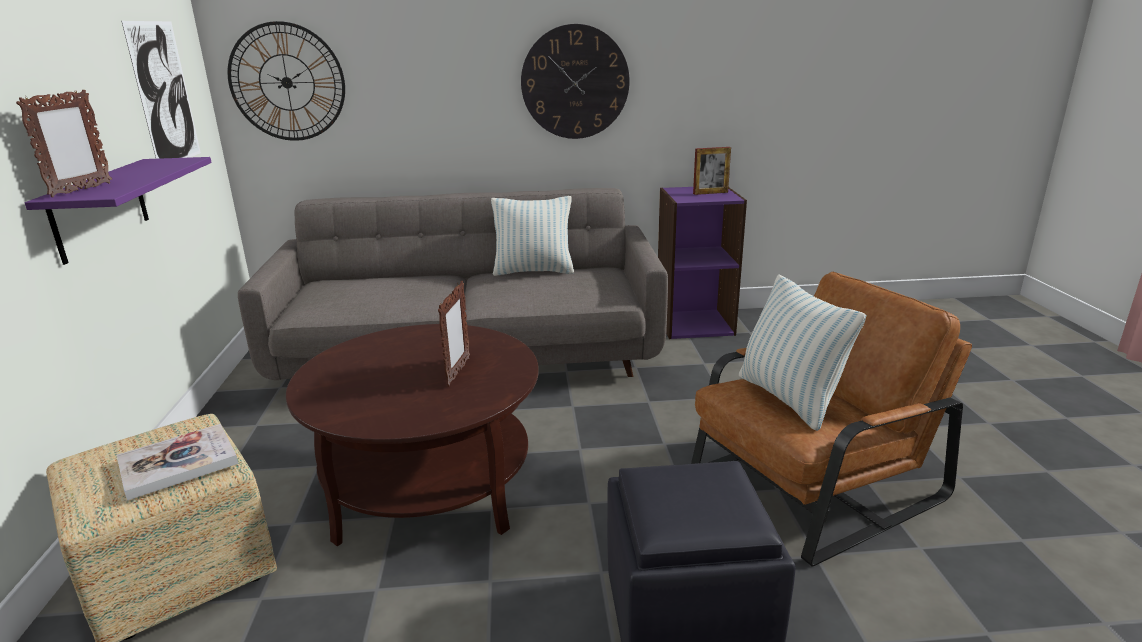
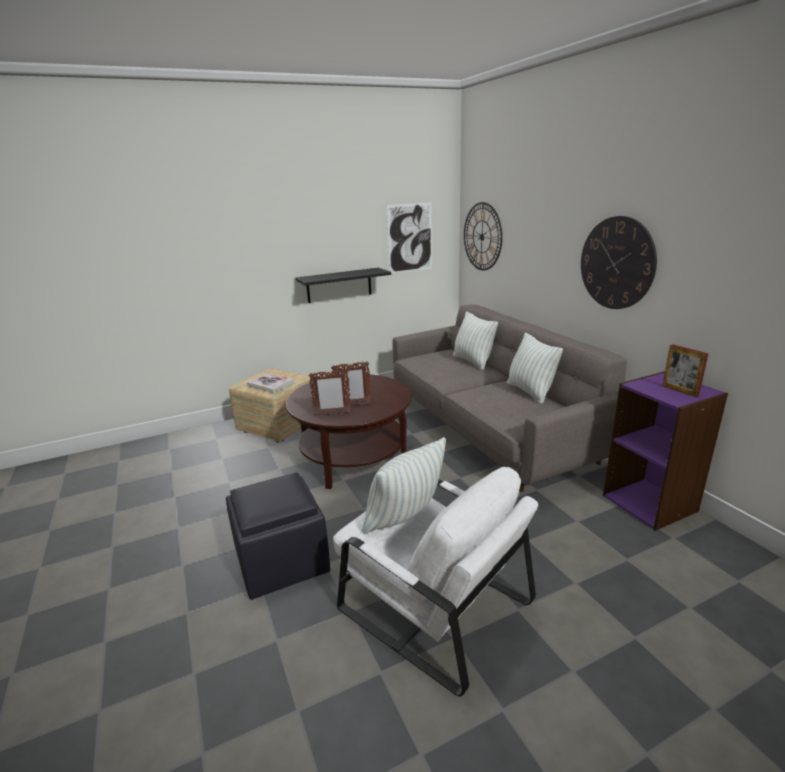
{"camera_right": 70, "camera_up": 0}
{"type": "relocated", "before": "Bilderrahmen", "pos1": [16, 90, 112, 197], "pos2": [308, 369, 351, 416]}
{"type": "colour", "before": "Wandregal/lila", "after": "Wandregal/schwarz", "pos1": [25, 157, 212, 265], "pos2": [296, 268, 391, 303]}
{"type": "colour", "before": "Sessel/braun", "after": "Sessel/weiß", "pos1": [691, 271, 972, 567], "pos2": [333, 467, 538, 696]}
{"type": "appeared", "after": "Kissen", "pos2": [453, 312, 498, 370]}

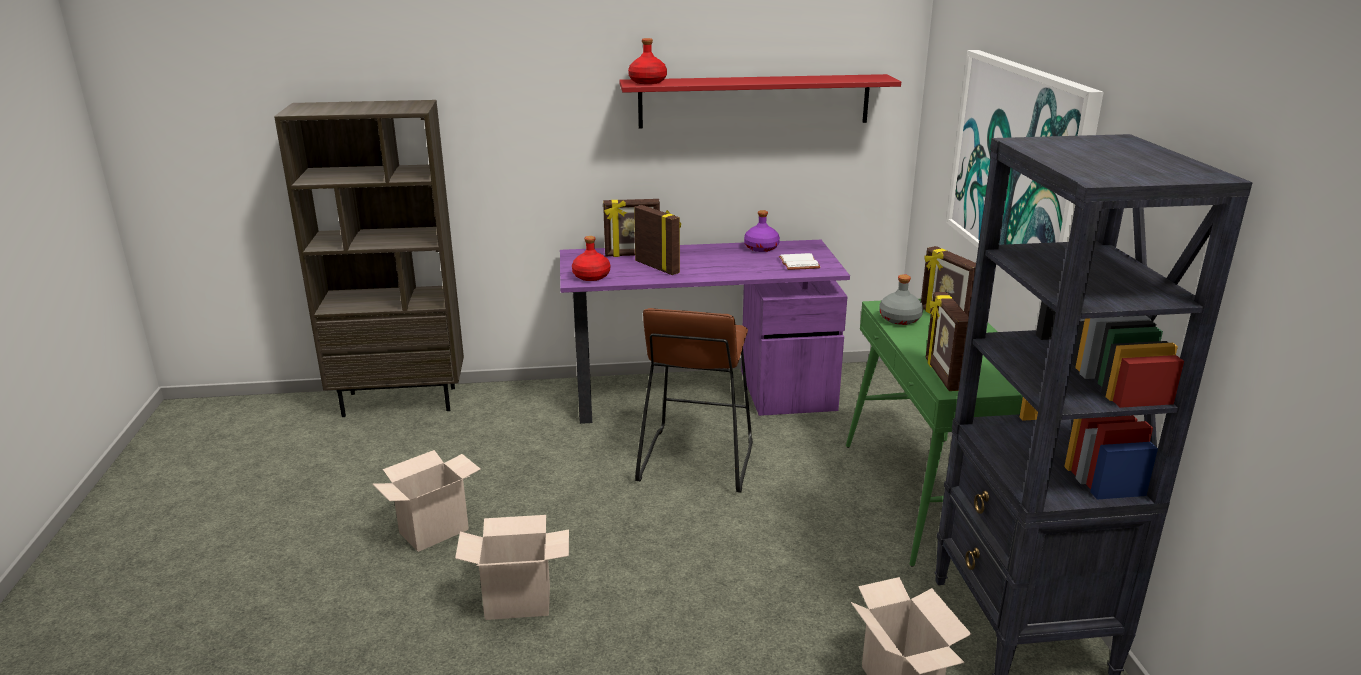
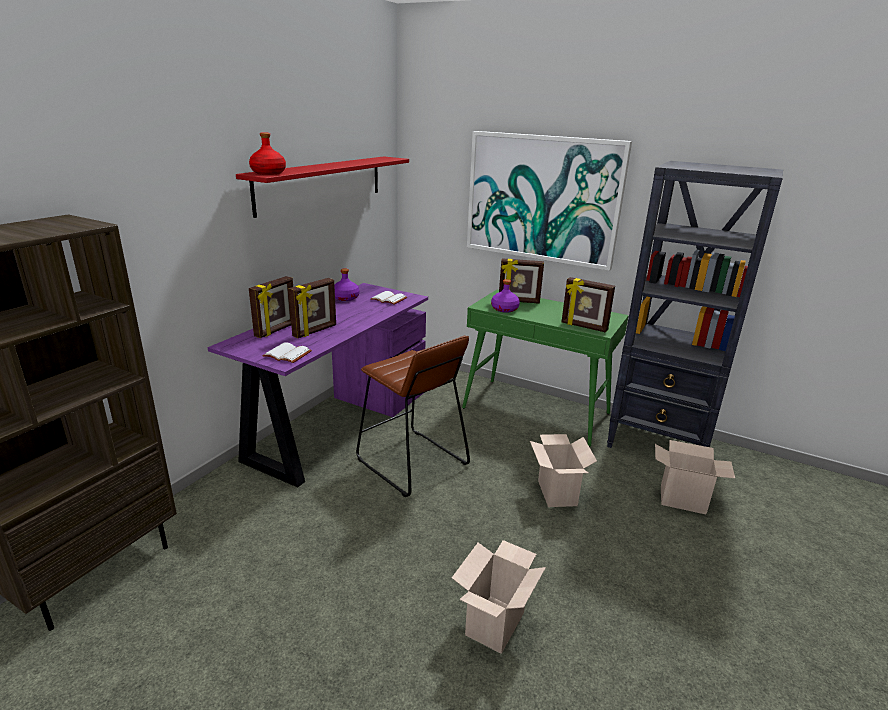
{"camera_right": -55, "camera_up": 0}
{"type": "relocated", "before": "Karton", "pos1": [373, 450, 480, 552], "pos2": [530, 434, 597, 507]}
{"type": "exchanged", "before": "Flasche/rot", "after": "Buch/weiß", "pos1": [572, 236, 610, 281], "pos2": [262, 343, 312, 363]}
{"type": "spun", "before": "Bilderrahmen", "pos1": [634, 205, 681, 275], "pos2": [288, 278, 336, 338], "turn": 135}
{"type": "colour", "before": "Flasche/grau", "after": "Flasche/lila", "pos1": [879, 274, 923, 325], "pos2": [491, 279, 520, 313]}

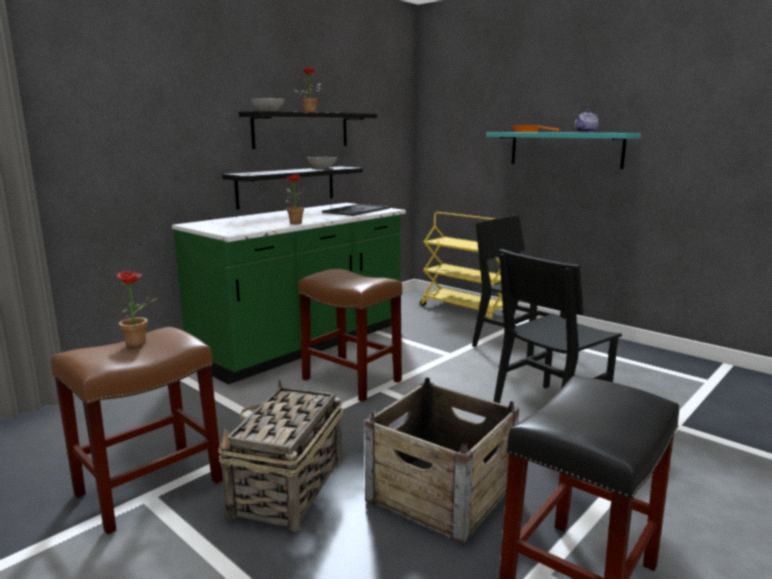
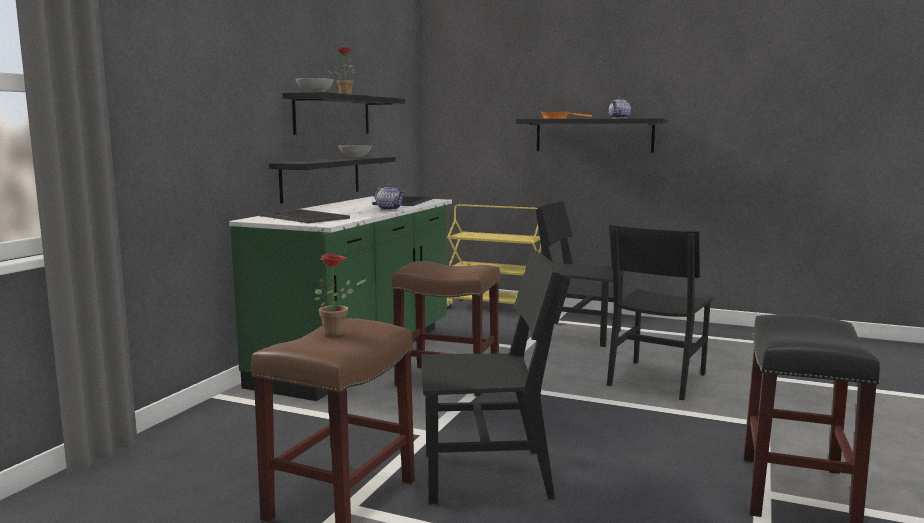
{"camera_right": -20, "camera_up": -5}
{"type": "exchanged", "before": "Korb", "after": "Stuhl/schwarz", "pos1": [218, 379, 344, 532], "pos2": [421, 250, 564, 504]}
{"type": "missing", "before": "Topfpflanze", "pos1": [285, 174, 305, 224]}
{"type": "missing", "before": "Kiste", "pos1": [364, 377, 519, 545]}
{"type": "colour", "before": "Wandregal/türkis", "after": "Wandregal/schwarz", "pos1": [486, 132, 641, 169], "pos2": [516, 118, 668, 153]}
{"type": "appeared", "after": "Tablett", "pos2": [260, 209, 350, 223]}
{"type": "appeared", "after": "Teekanne", "pos2": [374, 184, 404, 210]}

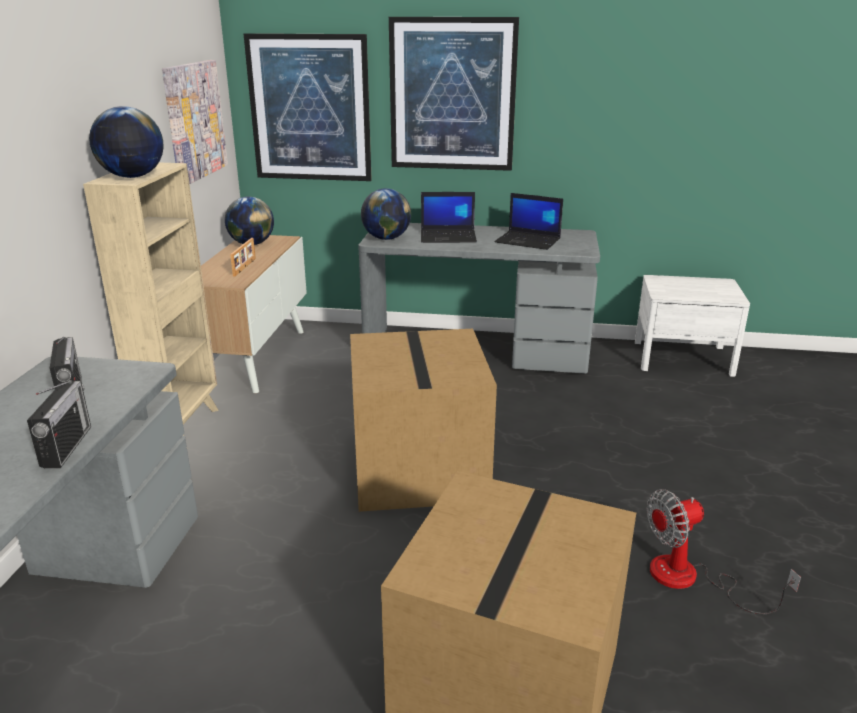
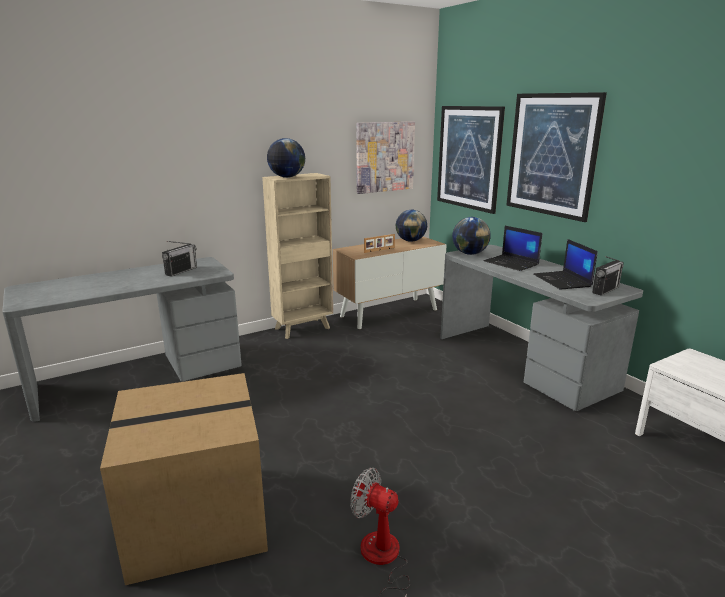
{"camera_right": 50, "camera_up": -5}
{"type": "relocated", "before": "Radio", "pos1": [27, 380, 91, 468], "pos2": [592, 256, 624, 296]}
{"type": "missing", "before": "Karton", "pos1": [350, 329, 497, 512]}

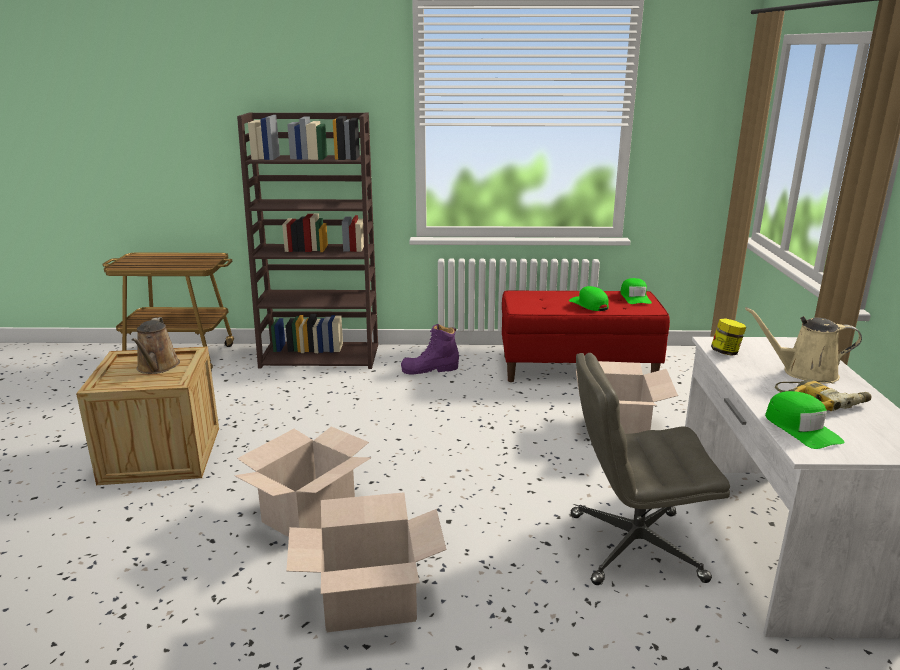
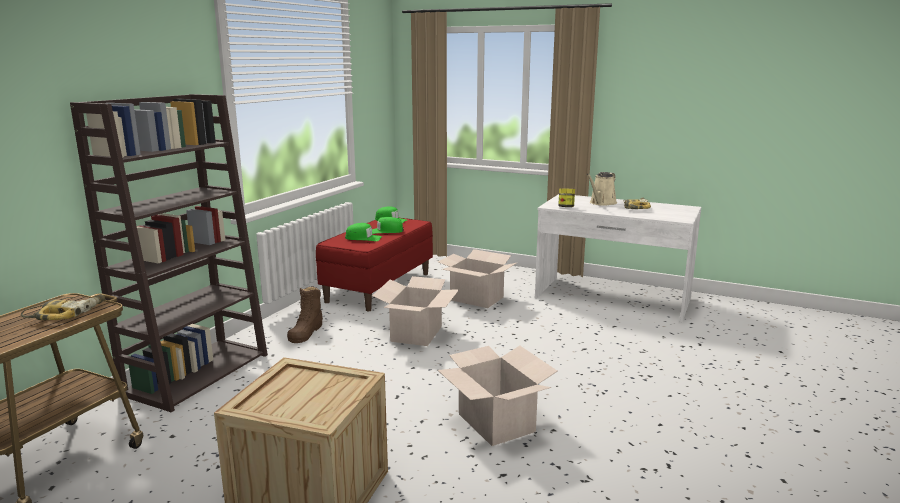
{"camera_right": -65, "camera_up": -5}
{"type": "missing", "before": "Gießkanne/braun", "pos1": [132, 317, 180, 374]}
{"type": "relocated", "before": "Karton", "pos1": [286, 492, 447, 632], "pos2": [372, 276, 459, 346]}
{"type": "colour", "before": "Stiefel/lila", "after": "Stiefel/braun", "pos1": [401, 324, 459, 375], "pos2": [287, 286, 323, 343]}
{"type": "missing", "before": "Bürostuhl/grau", "pos1": [571, 353, 730, 585]}
{"type": "relocated", "before": "Kappe/grün", "pos1": [765, 391, 845, 449], "pos2": [345, 223, 382, 241]}
{"type": "appeared", "after": "Bohrmaschine", "pos2": [21, 294, 105, 320]}

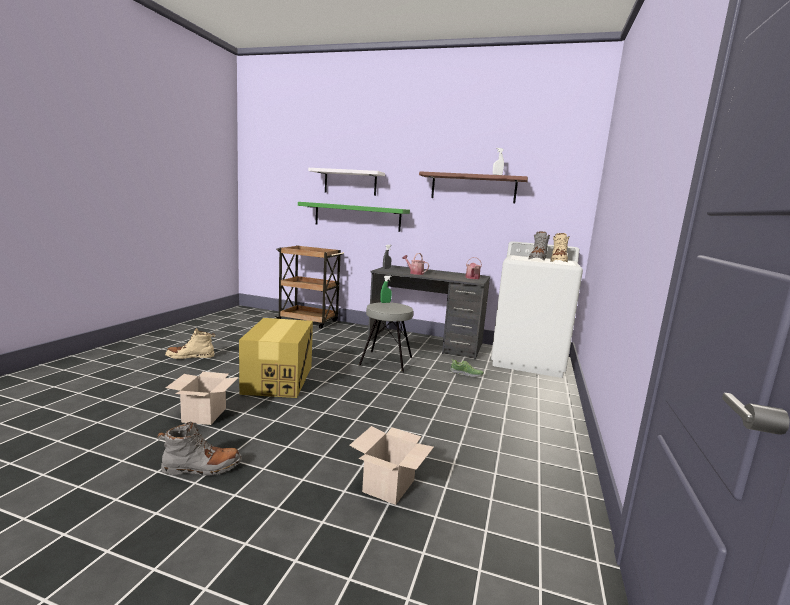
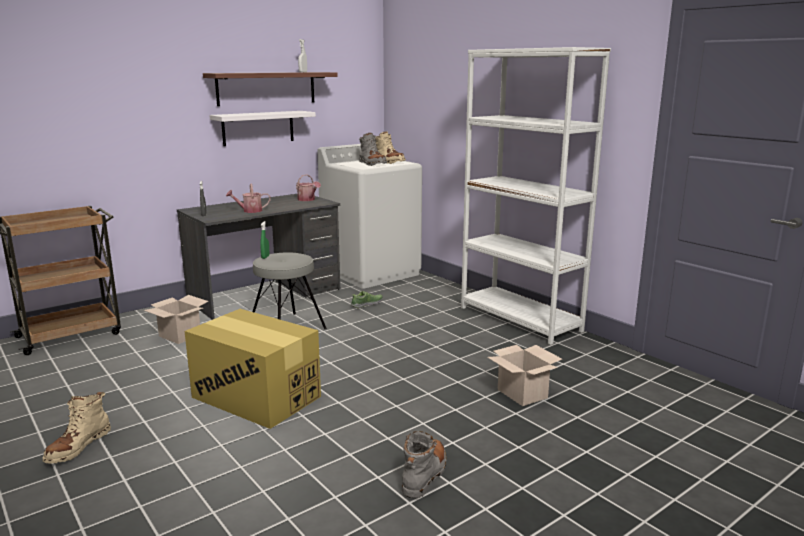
{"camera_right": -55, "camera_up": 5}
{"type": "relocated", "before": "Karton", "pos1": [166, 372, 239, 425], "pos2": [144, 295, 208, 344]}
{"type": "missing", "before": "Wandregal/grün", "pos1": [298, 202, 410, 232]}
{"type": "relocated", "before": "Wandregal/weiß", "pos1": [308, 168, 385, 196], "pos2": [209, 111, 316, 146]}
{"type": "appeared", "after": "Bücherregal/weiß", "pos2": [461, 47, 611, 345]}

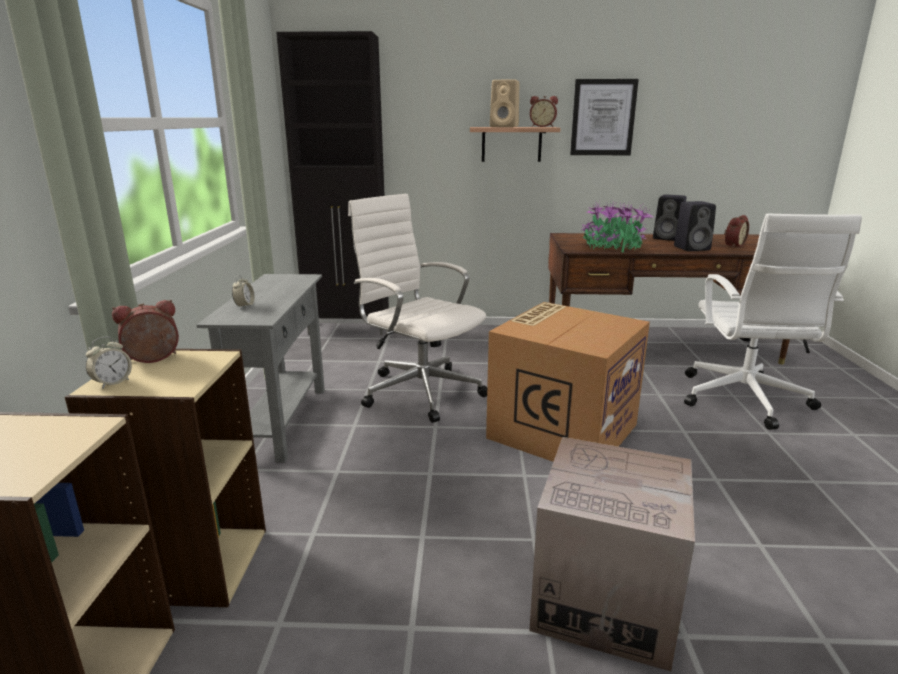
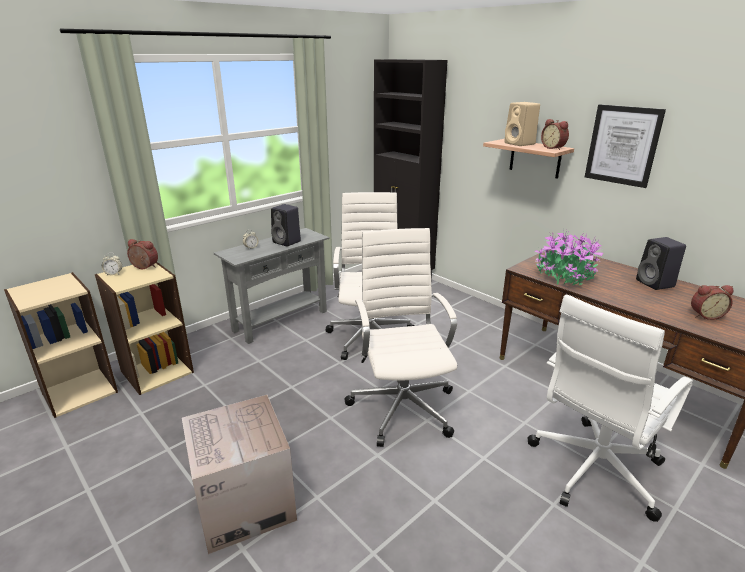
{"camera_right": 45, "camera_up": 5}
{"type": "exchanged", "before": "Karton", "after": "Bürostuhl/weiß", "pos1": [486, 302, 650, 462], "pos2": [344, 228, 457, 447]}
{"type": "relocated", "before": "Lautsprecher/schwarz", "pos1": [674, 201, 716, 251], "pos2": [271, 204, 301, 247]}

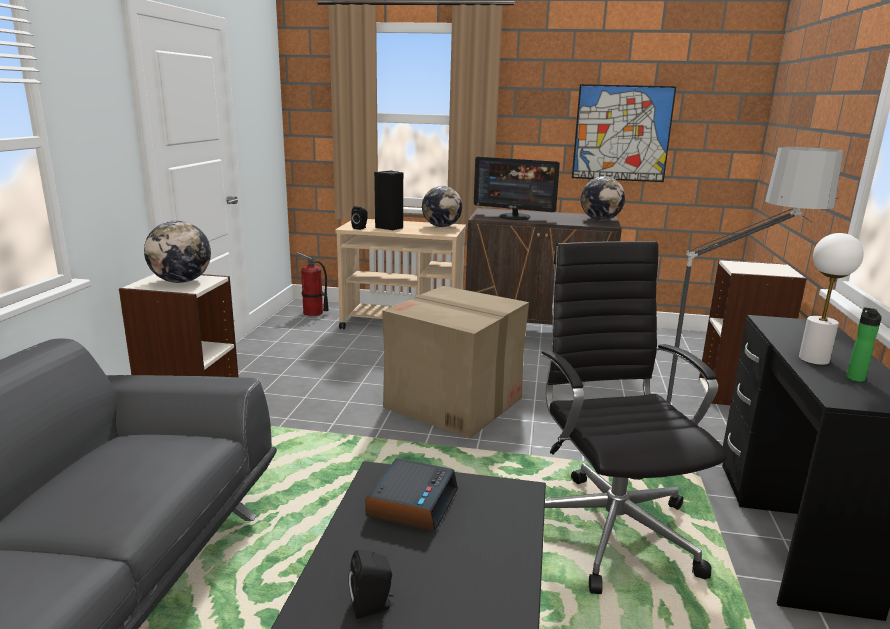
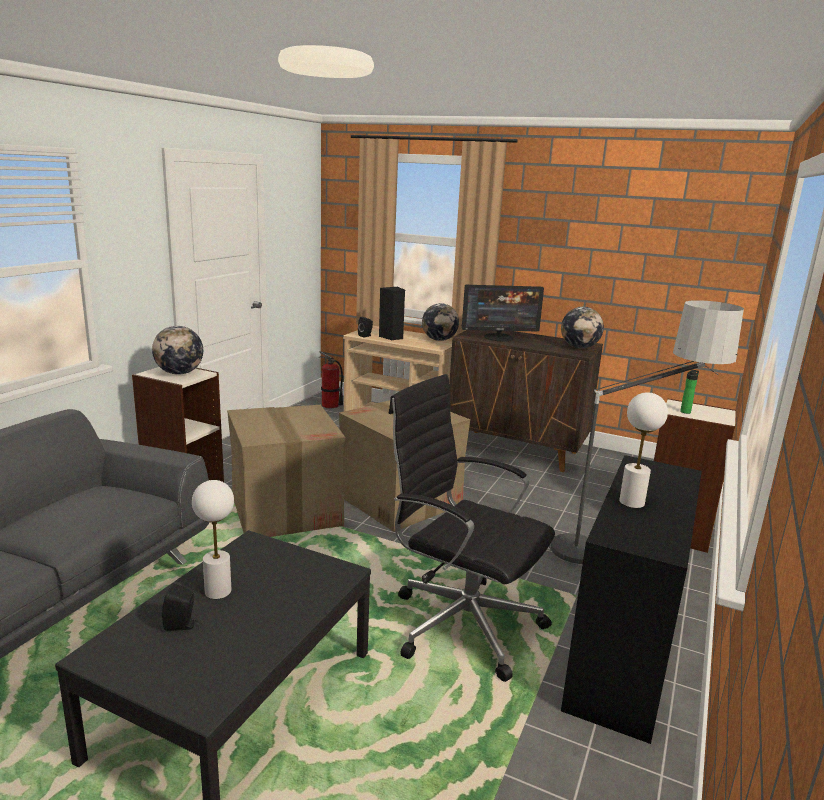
{"camera_right": 15, "camera_up": 0}
{"type": "missing", "before": "Wecker", "pos1": [365, 458, 458, 532]}
{"type": "spun", "before": "Monitor", "pos1": [474, 157, 560, 220], "pos2": [462, 285, 544, 341], "turn": -45}
{"type": "spun", "before": "Bürostuhl/schwarz", "pos1": [541, 241, 727, 594], "pos2": [389, 374, 555, 682], "turn": -60}
{"type": "missing", "before": "Bild", "pos1": [572, 84, 676, 182]}
{"type": "relocated", "before": "Flasche", "pos1": [846, 308, 882, 382], "pos2": [680, 370, 699, 414]}
{"type": "appeared", "after": "Tischlampe/weiß", "pos2": [192, 480, 234, 599]}
{"type": "appeared", "after": "Karton", "pos2": [227, 405, 346, 537]}

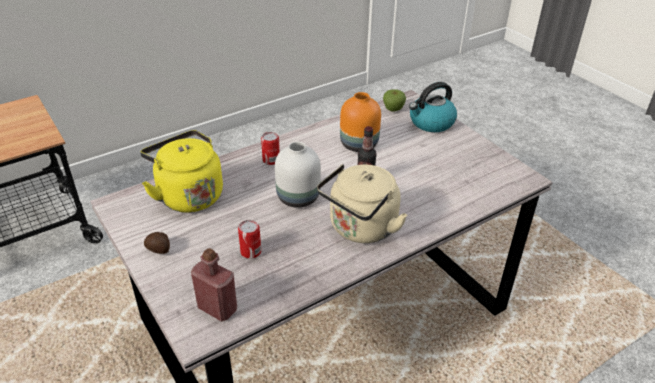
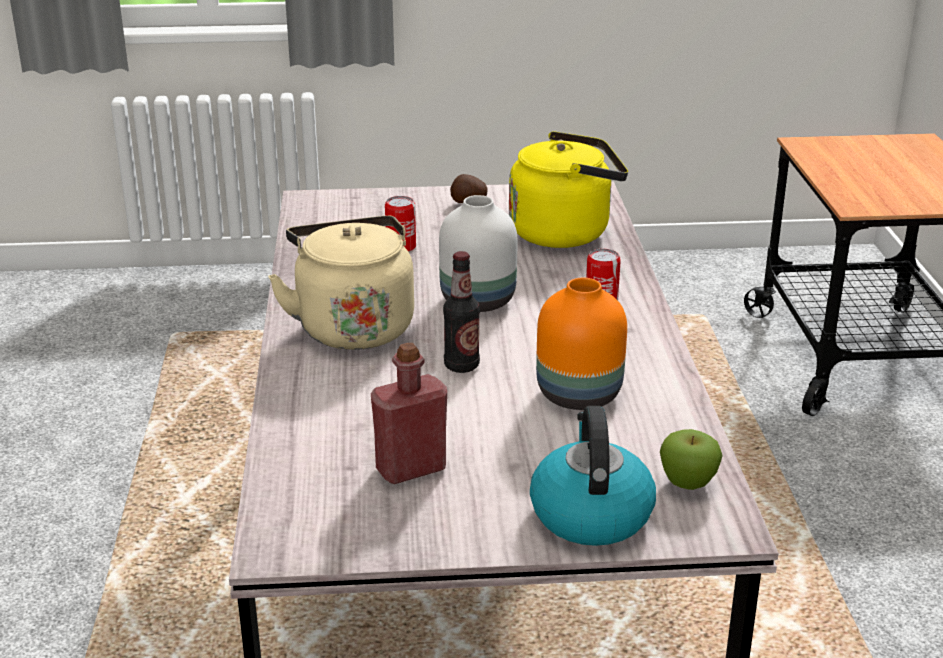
{"camera_right": 120, "camera_up": -10}
{"type": "relocated", "before": "Flasche/rot", "pos1": [191, 248, 237, 322], "pos2": [371, 343, 447, 484]}

